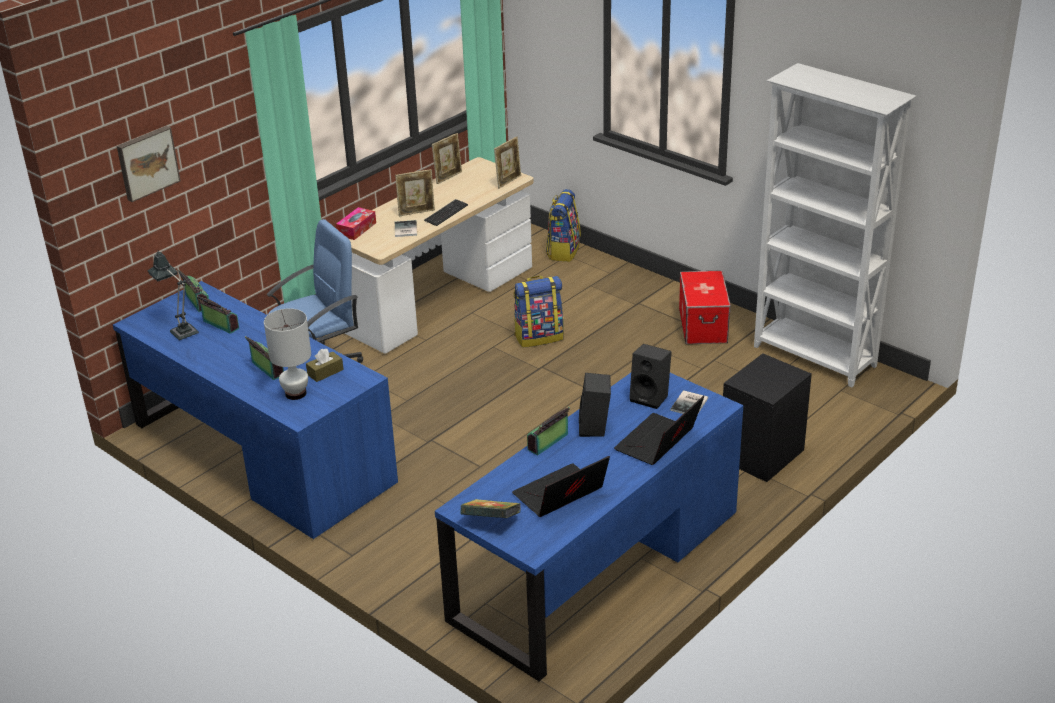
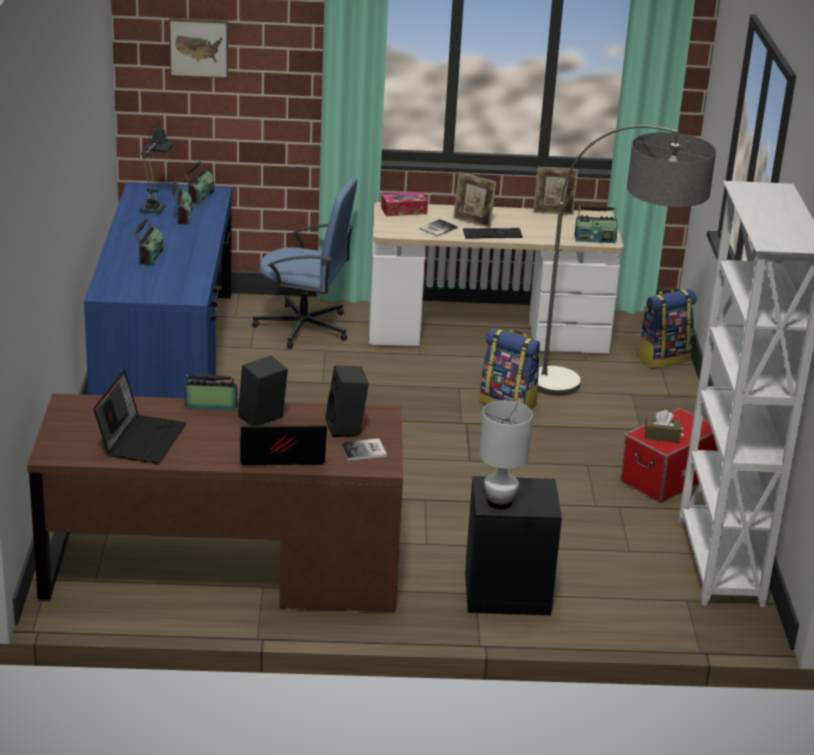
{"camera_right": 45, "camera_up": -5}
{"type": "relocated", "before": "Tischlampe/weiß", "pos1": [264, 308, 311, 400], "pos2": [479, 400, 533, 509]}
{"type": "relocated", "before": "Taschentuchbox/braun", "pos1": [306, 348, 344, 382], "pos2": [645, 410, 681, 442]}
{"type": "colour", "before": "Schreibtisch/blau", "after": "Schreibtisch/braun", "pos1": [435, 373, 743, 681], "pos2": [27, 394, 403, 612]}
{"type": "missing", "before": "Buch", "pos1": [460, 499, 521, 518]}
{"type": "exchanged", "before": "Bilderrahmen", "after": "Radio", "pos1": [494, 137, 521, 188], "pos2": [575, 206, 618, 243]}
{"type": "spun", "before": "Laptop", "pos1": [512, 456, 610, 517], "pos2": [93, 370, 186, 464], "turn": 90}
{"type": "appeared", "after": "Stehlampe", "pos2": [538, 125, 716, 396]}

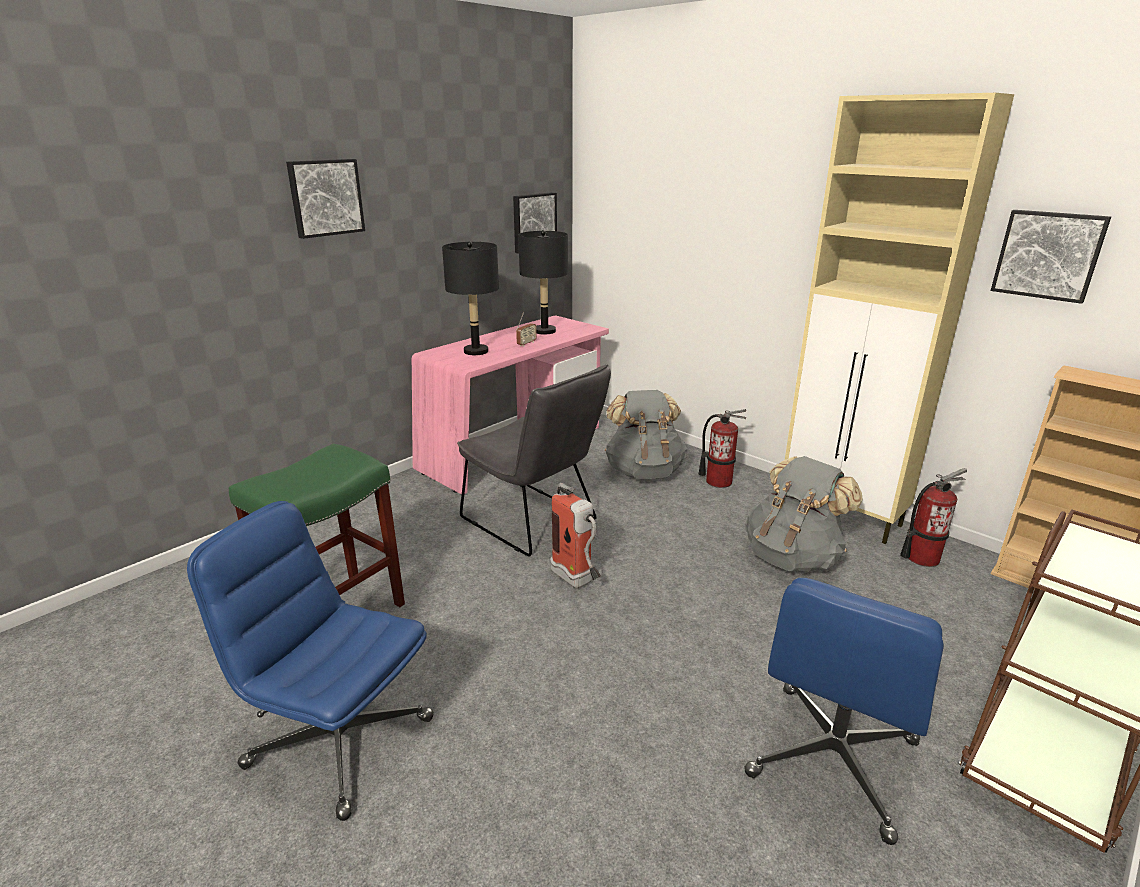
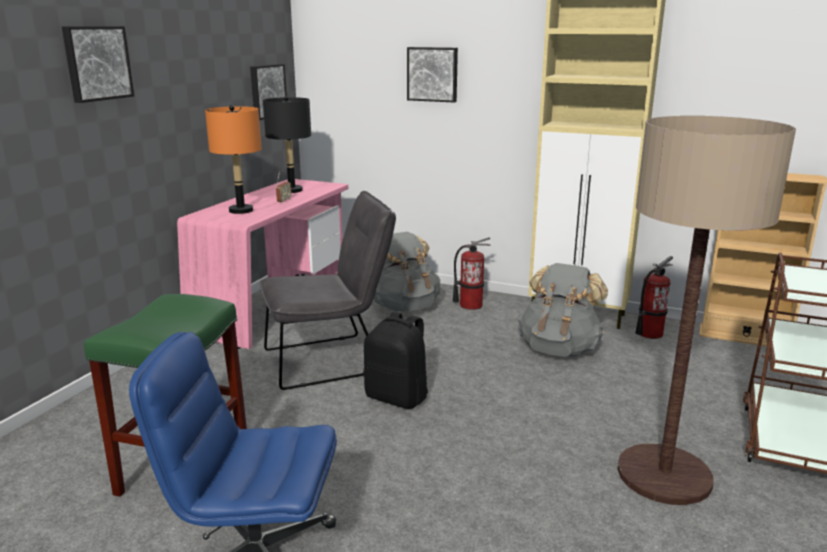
{"camera_right": -20, "camera_up": -5}
{"type": "colour", "before": "Tischlampe/schwarz", "after": "Tischlampe/orange", "pos1": [442, 241, 499, 355], "pos2": [205, 105, 262, 214]}
{"type": "spun", "before": "Stuhl/grau", "pos1": [457, 364, 611, 556], "pos2": [260, 191, 396, 390], "turn": -45}
{"type": "exchanged", "before": "Feuerlöscher", "after": "Rucksack/schwarz", "pos1": [550, 483, 601, 588], "pos2": [363, 311, 428, 409]}
{"type": "exchanged", "before": "Bürostuhl/blau", "after": "Stehlampe", "pos1": [744, 578, 944, 845], "pos2": [617, 116, 796, 505]}
{"type": "relocated", "before": "Bild", "pos1": [991, 210, 1111, 304], "pos2": [407, 47, 458, 102]}

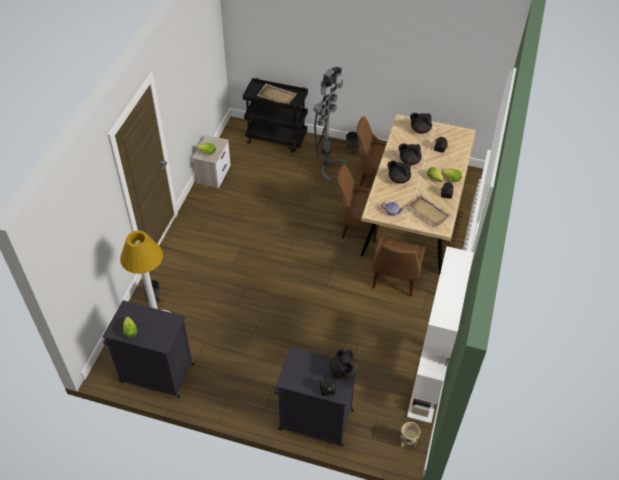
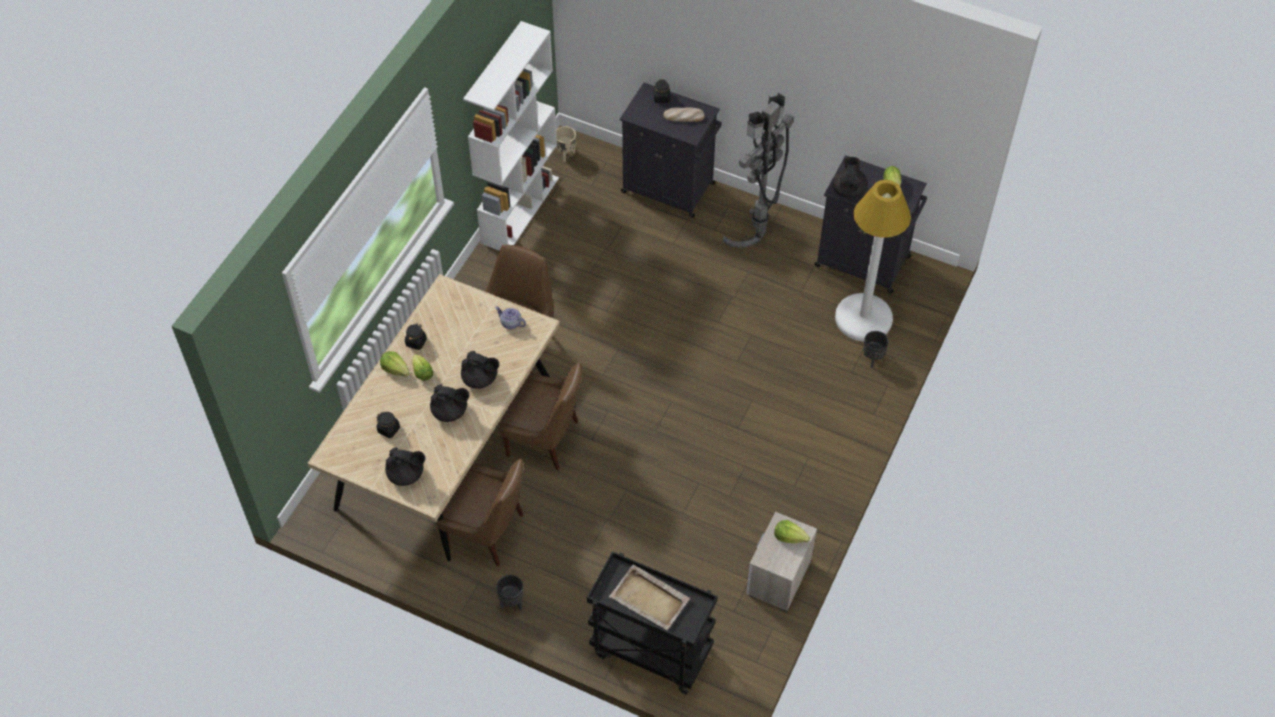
{"camera_right": -170, "camera_up": 5}
{"type": "relocated", "before": "Stehlampe/grau", "pos1": [314, 66, 347, 182], "pos2": [723, 93, 794, 248]}
{"type": "relocated", "before": "Teekanne/schwarz", "pos1": [330, 349, 358, 379], "pos2": [833, 157, 868, 198]}
{"type": "missing", "before": "Tablett/beige", "pos1": [405, 194, 452, 227]}
{"type": "appeared", "after": "Brot", "pos2": [663, 107, 705, 122]}

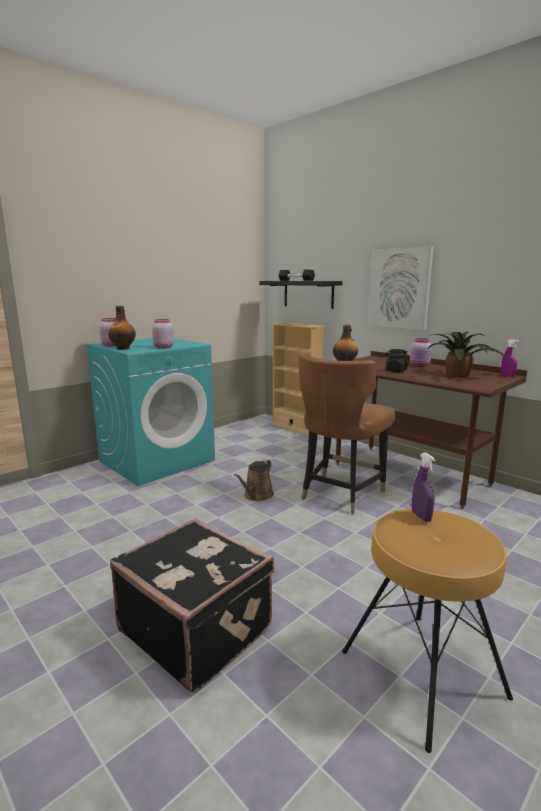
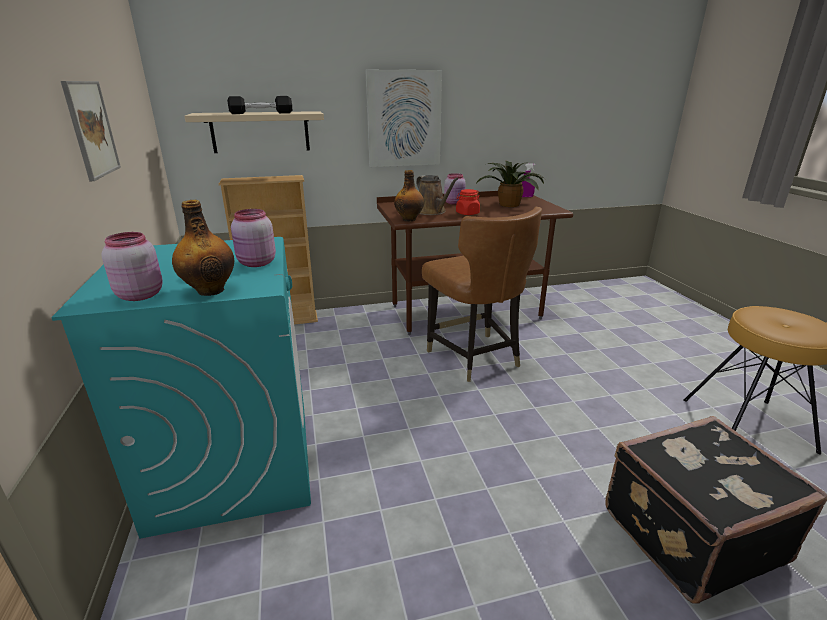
{"camera_right": -60, "camera_up": 10}
{"type": "relocated", "before": "Gießkanne/braun", "pos1": [234, 459, 274, 501], "pos2": [416, 175, 459, 215]}
{"type": "colour", "before": "Wandregal/schwarz", "after": "Wandregal/beige", "pos1": [259, 281, 342, 309], "pos2": [184, 111, 324, 153]}
{"type": "colour", "before": "Vorratsglas/schwarz", "after": "Vorratsglas/rot", "pos1": [385, 349, 409, 372], "pos2": [456, 189, 480, 215]}
{"type": "missing", "before": "Sprühflasche/lila", "pos1": [412, 452, 436, 522]}
{"type": "appeared", "after": "Bild", "pos2": [61, 81, 121, 181]}

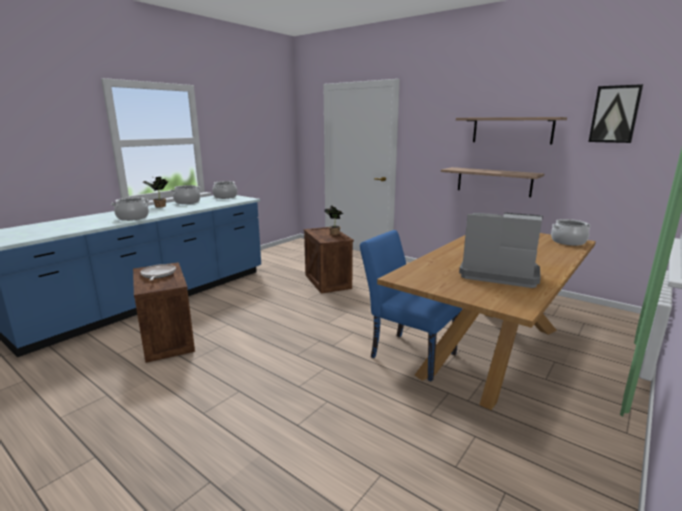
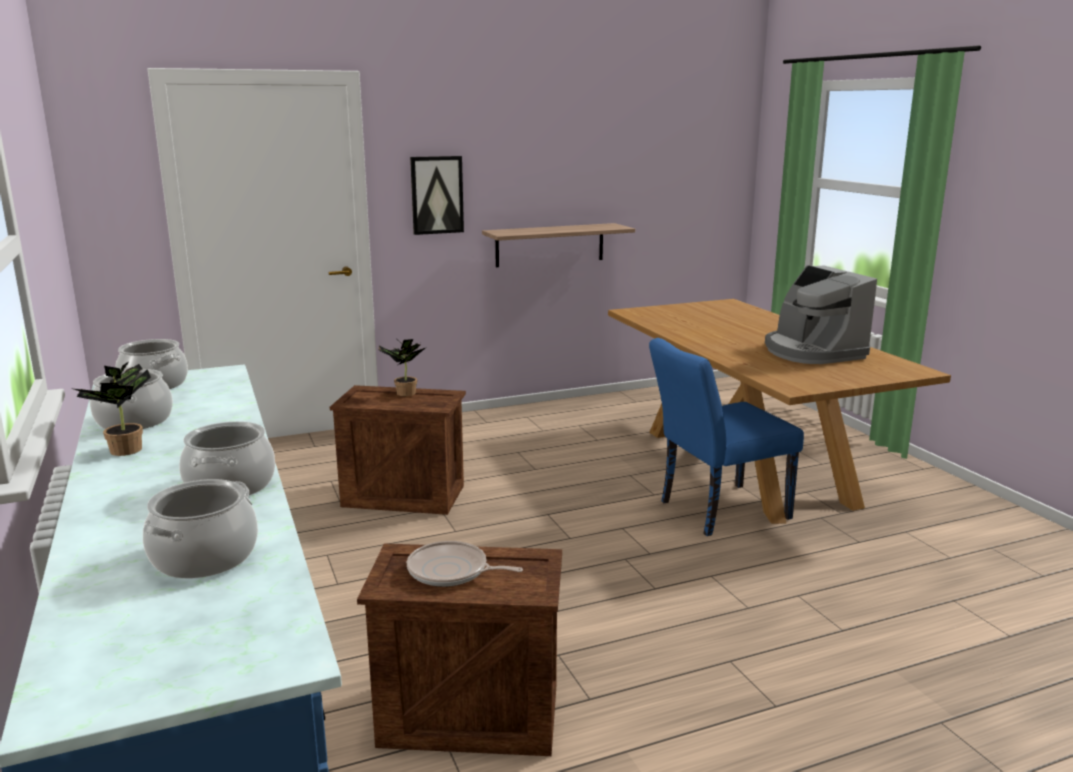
{"camera_right": -60, "camera_up": 0}
{"type": "missing", "before": "Wandregal", "pos1": [456, 117, 567, 144]}
{"type": "spun", "before": "Kaffeemaschine", "pos1": [459, 213, 543, 288], "pos2": [765, 265, 877, 364], "turn": -75}
{"type": "relocated", "before": "Kochtopf", "pos1": [551, 219, 591, 246], "pos2": [143, 479, 258, 578]}
{"type": "relocated", "before": "Bild", "pos1": [589, 84, 643, 143], "pos2": [410, 156, 464, 235]}

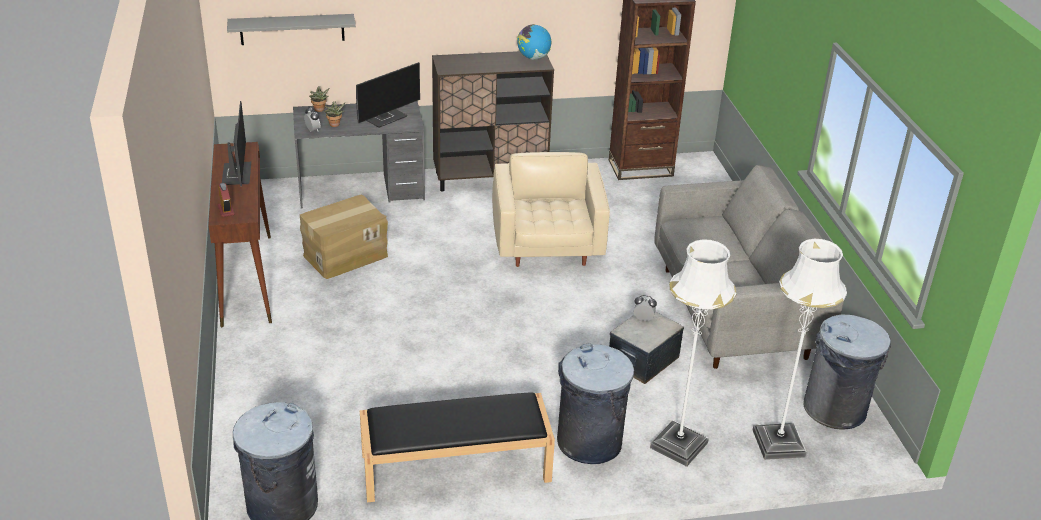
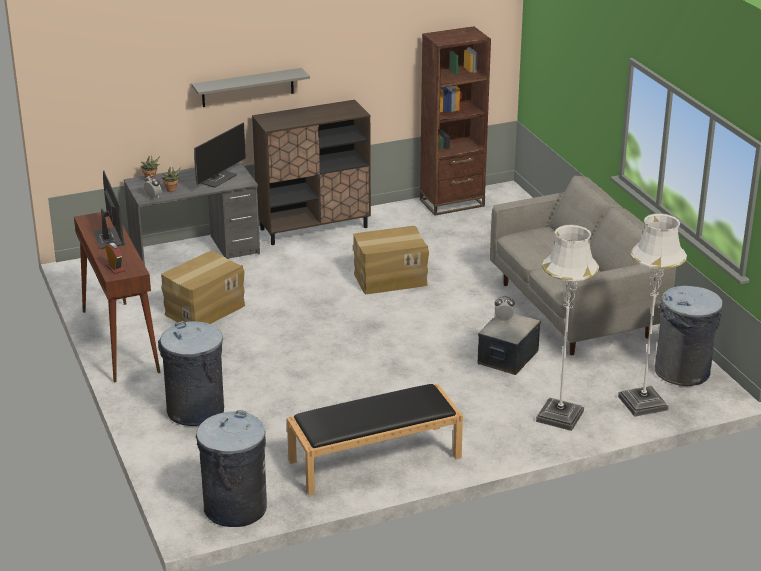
{"camera_right": -10, "camera_up": -5}
{"type": "relocated", "before": "Wandregal/grau", "pos1": [227, 14, 356, 45], "pos2": [192, 68, 310, 107]}
{"type": "exchanged", "before": "Sessel/beige", "after": "Karton", "pos1": [492, 152, 610, 267], "pos2": [353, 226, 429, 294]}
{"type": "missing", "before": "Globus", "pos1": [517, 24, 551, 60]}
{"type": "relocated", "before": "Mülleimer/grau", "pos1": [557, 343, 634, 464], "pos2": [158, 321, 224, 426]}

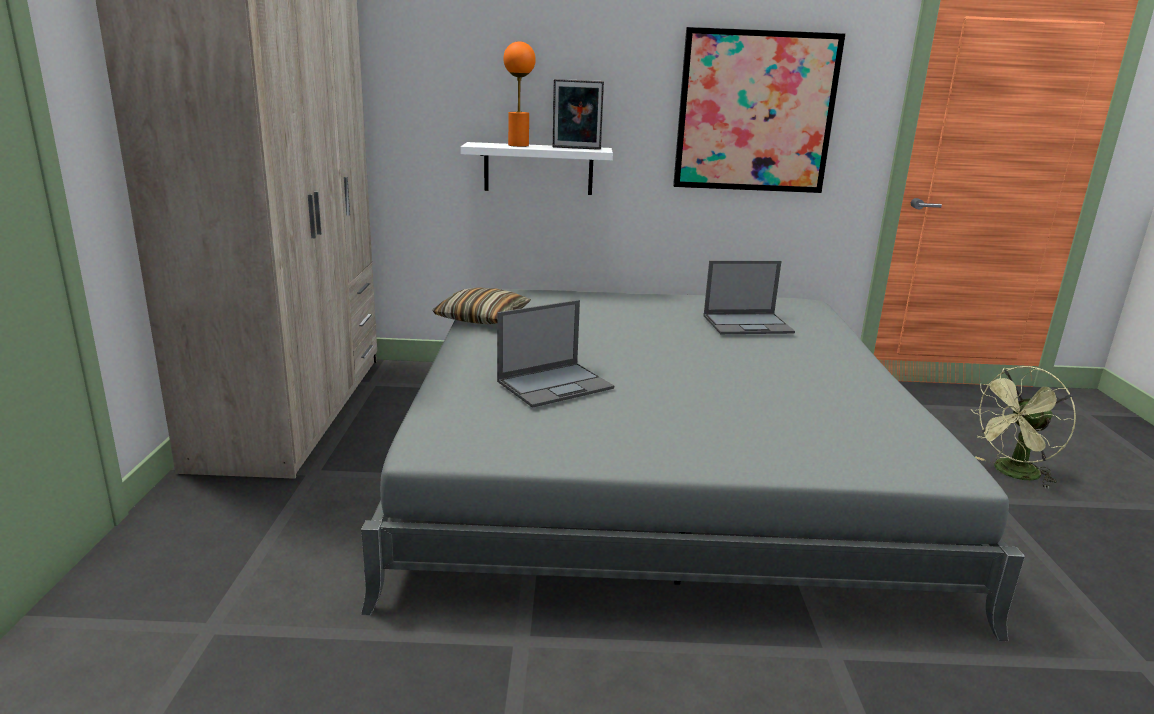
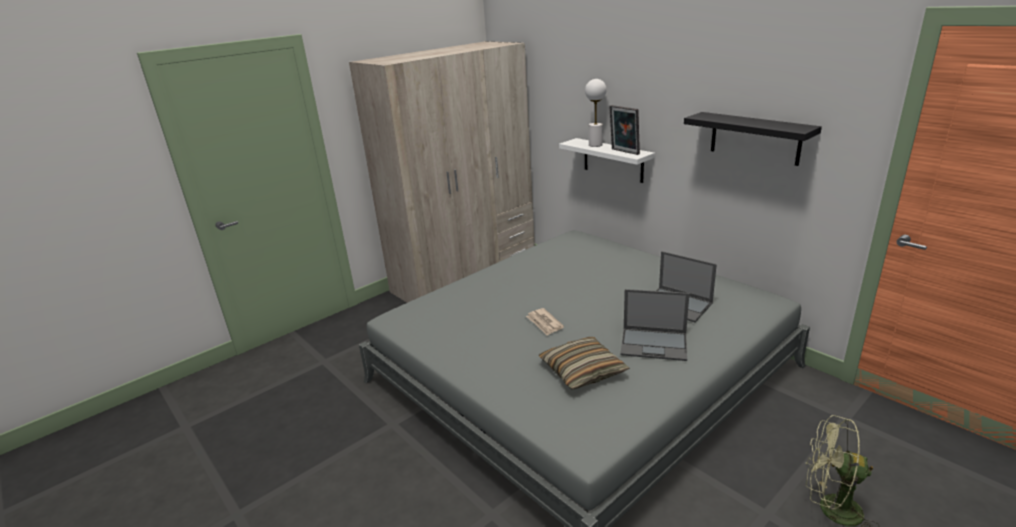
{"camera_right": 50, "camera_up": 5}
{"type": "relocated", "before": "Kissen", "pos1": [432, 287, 531, 324], "pos2": [539, 337, 630, 390]}
{"type": "relocated", "before": "Laptop", "pos1": [497, 300, 614, 408], "pos2": [620, 289, 689, 361]}
{"type": "colour", "before": "Tischlampe/orange", "after": "Tischlampe/weiß", "pos1": [503, 41, 536, 147], "pos2": [585, 79, 607, 147]}
{"type": "exchanged", "before": "Bild", "after": "Wandregal/schwarz", "pos1": [673, 27, 846, 193], "pos2": [684, 112, 822, 166]}
{"type": "appeared", "after": "Zeitung", "pos2": [526, 308, 564, 336]}

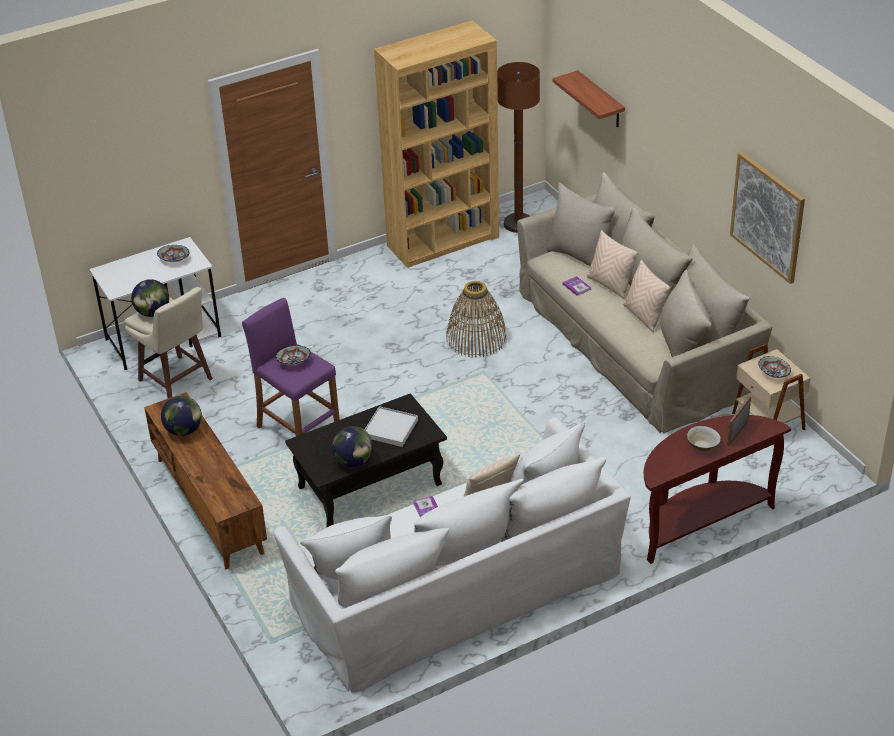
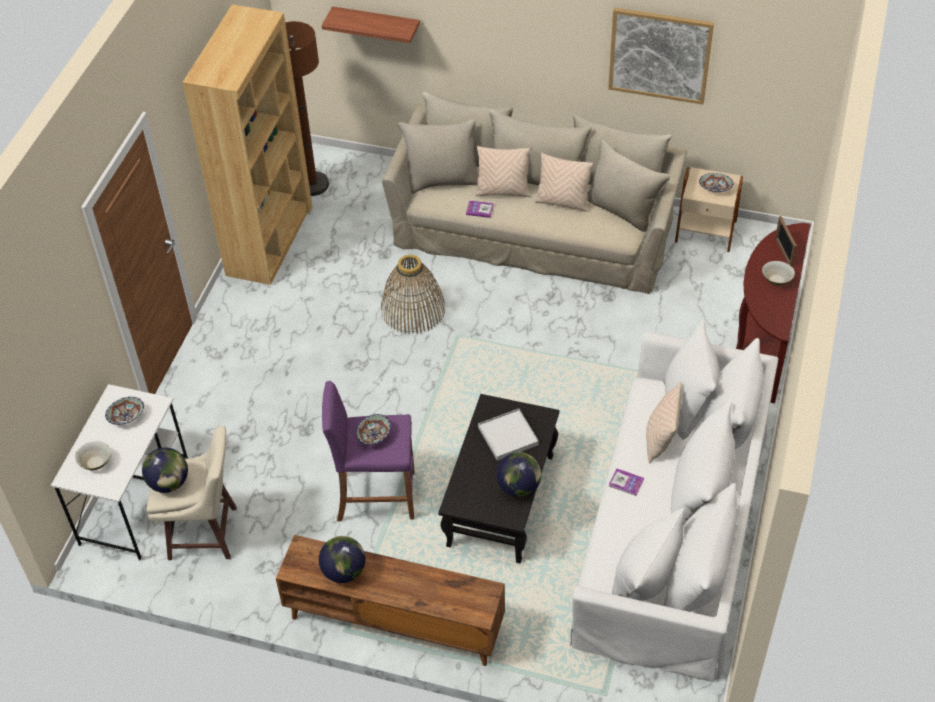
{"camera_right": -45, "camera_up": 10}
{"type": "appeared", "after": "Schüssel/beige", "pos2": [75, 441, 111, 470]}

